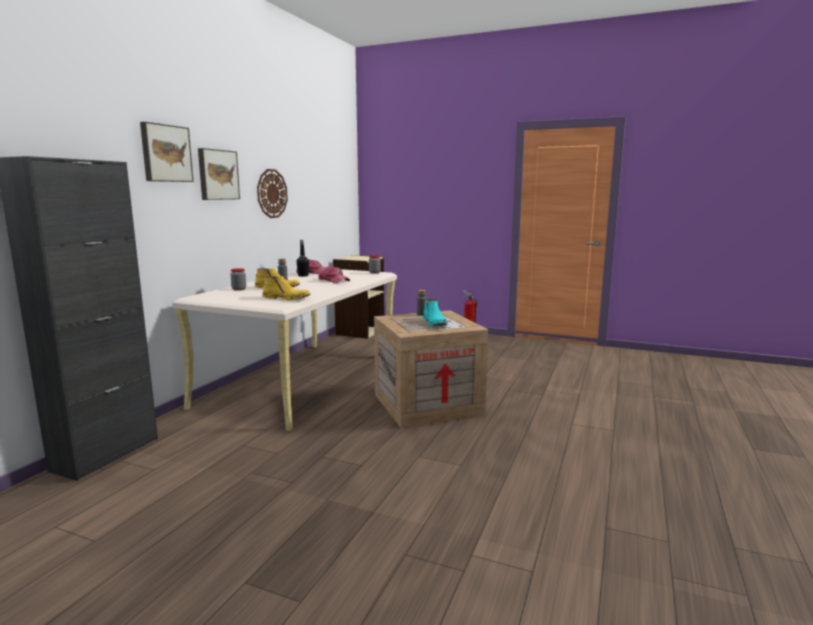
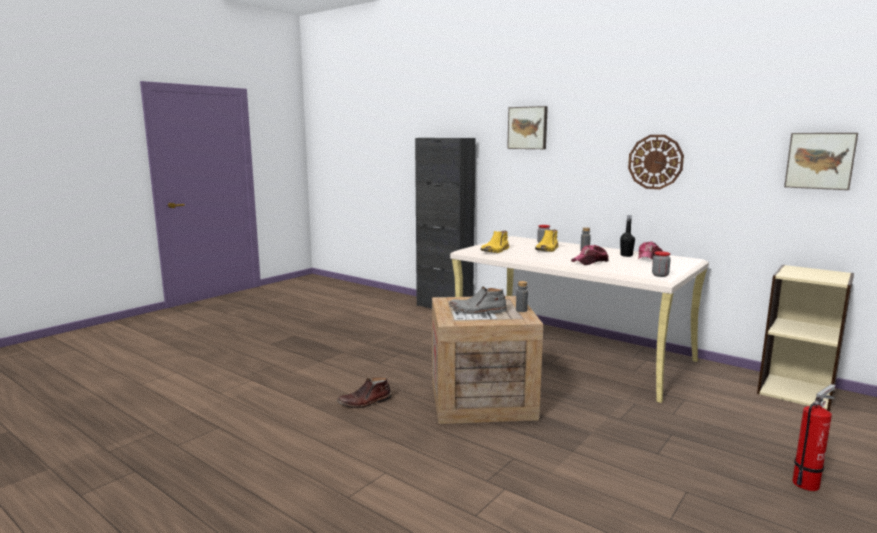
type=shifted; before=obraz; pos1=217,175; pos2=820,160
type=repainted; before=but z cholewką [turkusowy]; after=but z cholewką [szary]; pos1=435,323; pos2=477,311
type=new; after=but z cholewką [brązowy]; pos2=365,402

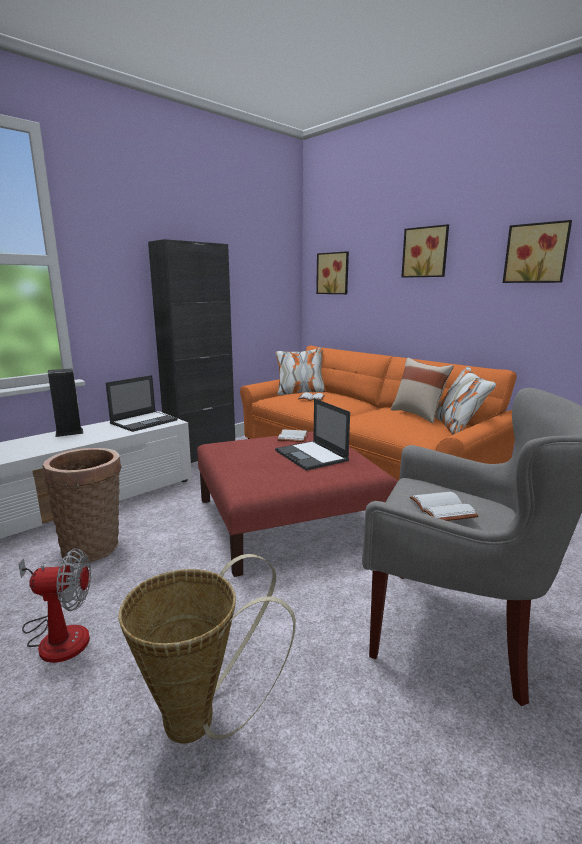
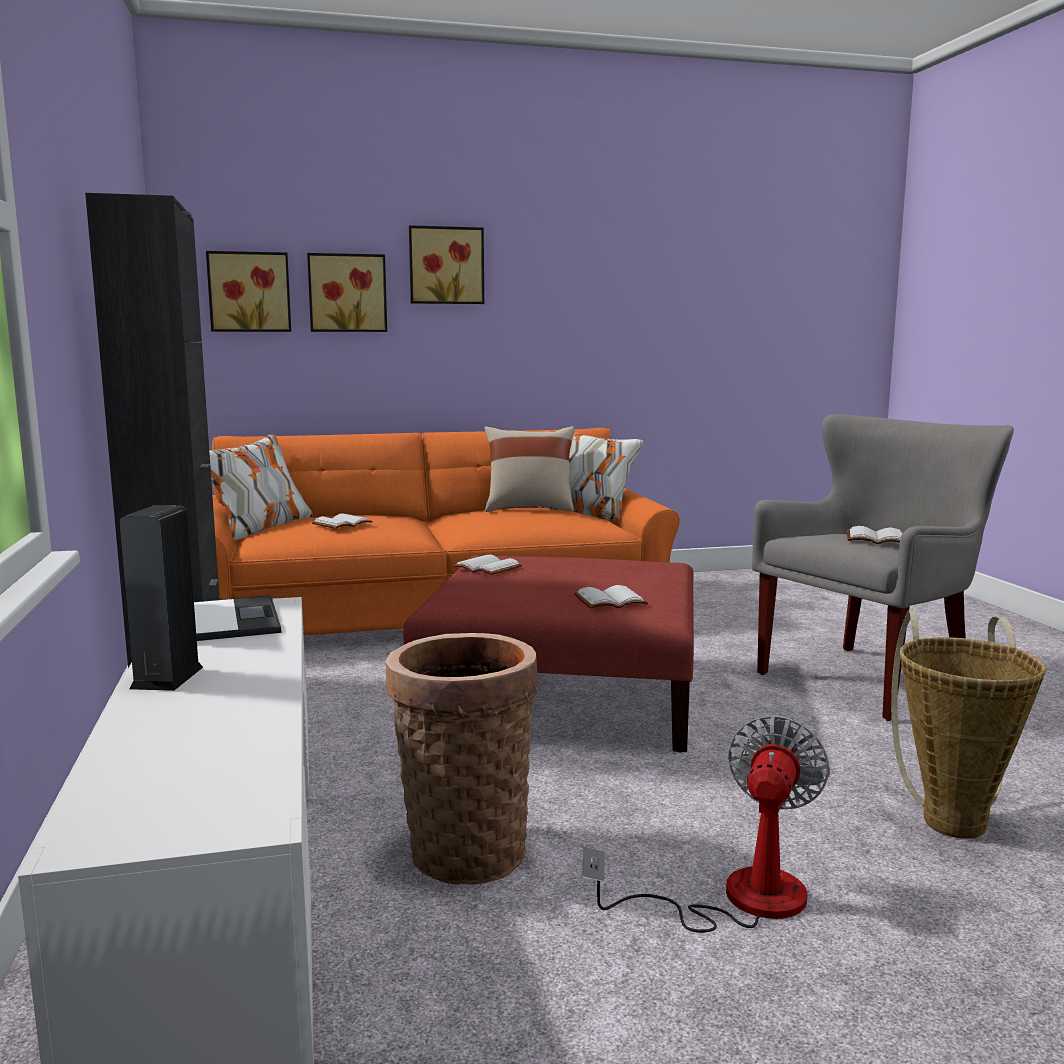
type=shifted; before=obraz; pos1=536,253; pos2=347,293
type=gone; before=laptop; pos1=311,456
type=new; after=książka [biały]; pos2=609,601

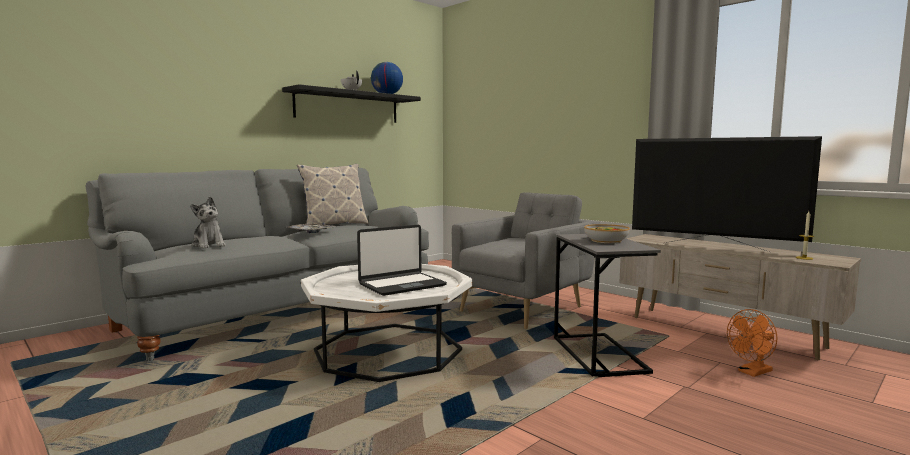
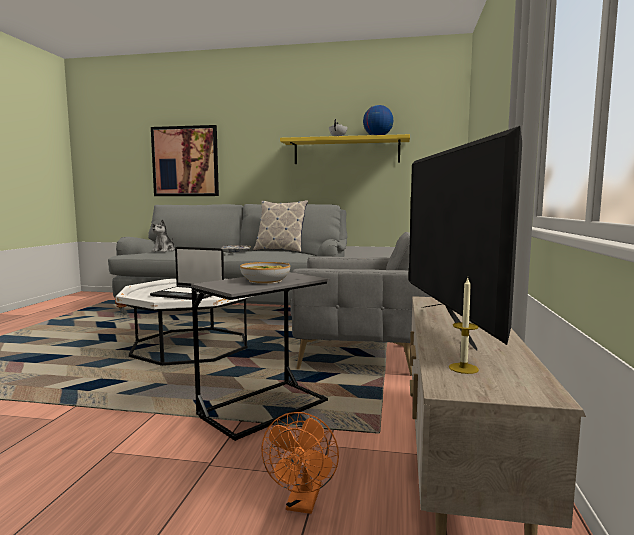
type=repainted; before=półka [czarny]; after=półka [żółty]; pos1=348,107; pos2=346,151
type=rotated; before=wentylator [pomarańczowy]; pos1=752,372; pos2=302,504; turn=-105
type=new; after=obraz; pos2=185,161

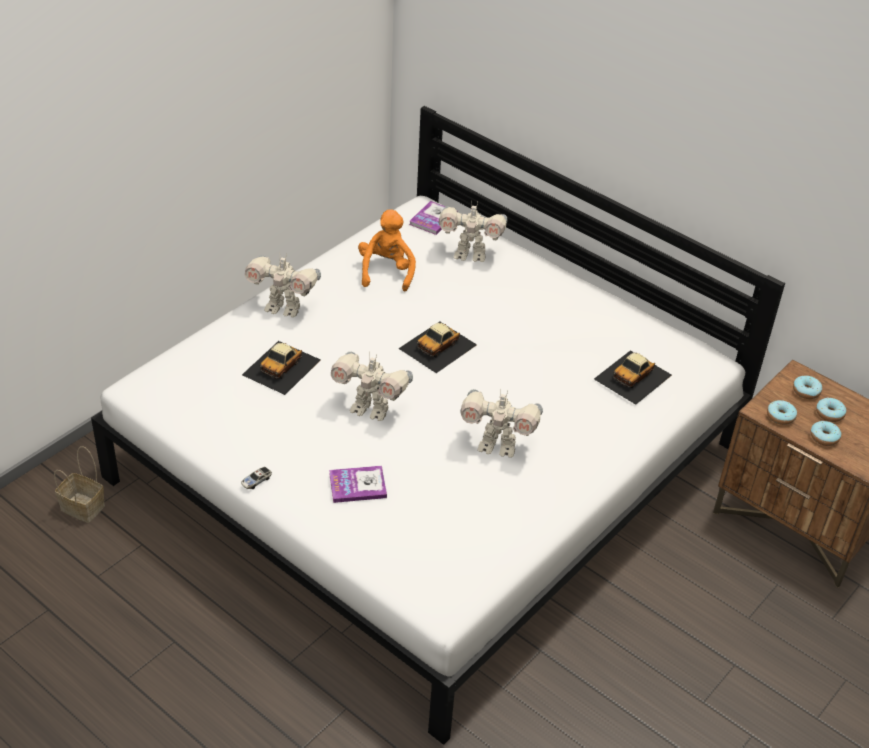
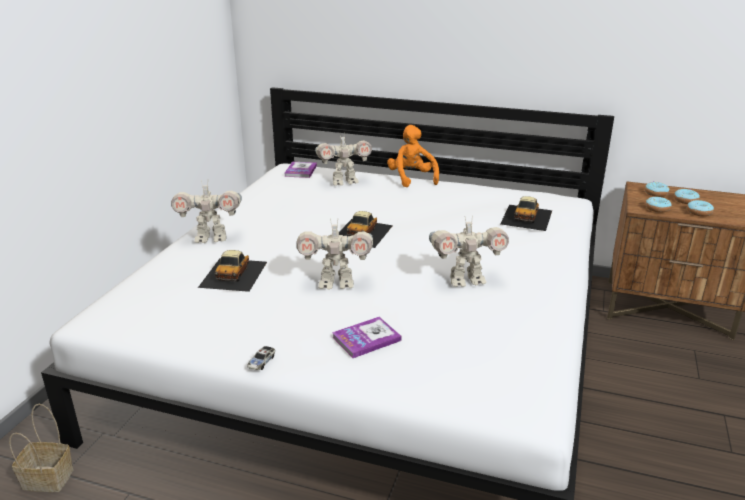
type=shifted; before=pluszak [pomarańczowy]; pos1=386,271; pos2=411,179

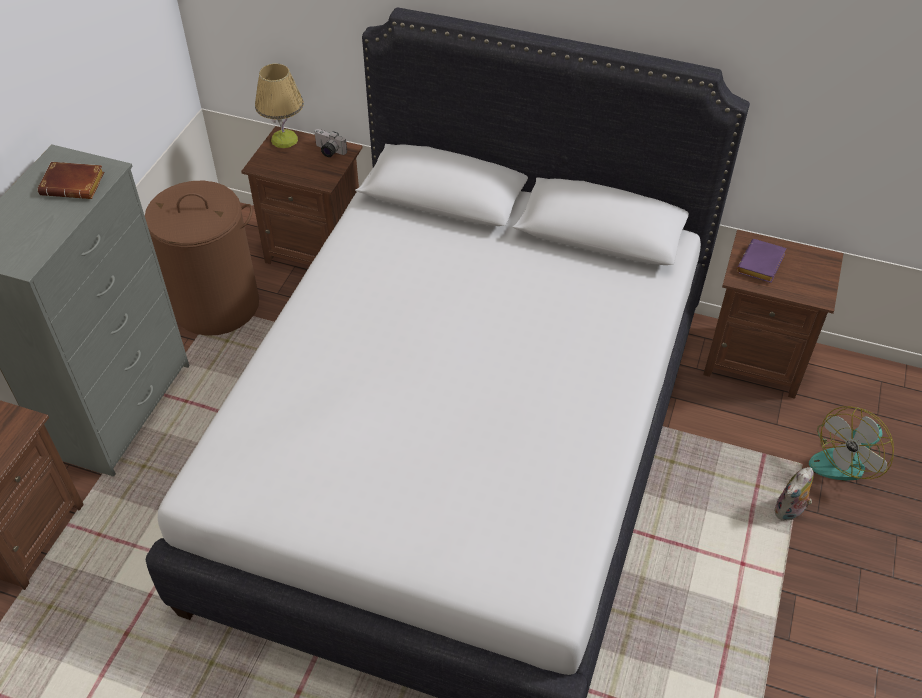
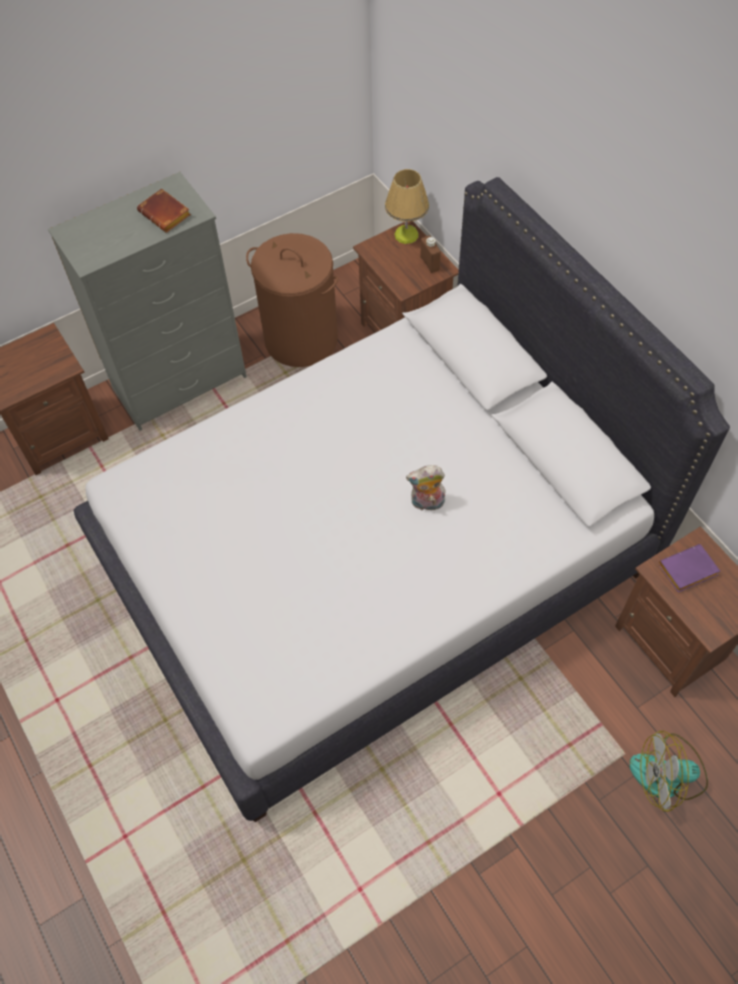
type=swapped; before=aparat fotograficzny; after=butelka [brązowy]; pos1=328,151; pos2=430,263
type=shifted; before=pluszak; pos1=789,512; pos2=427,503

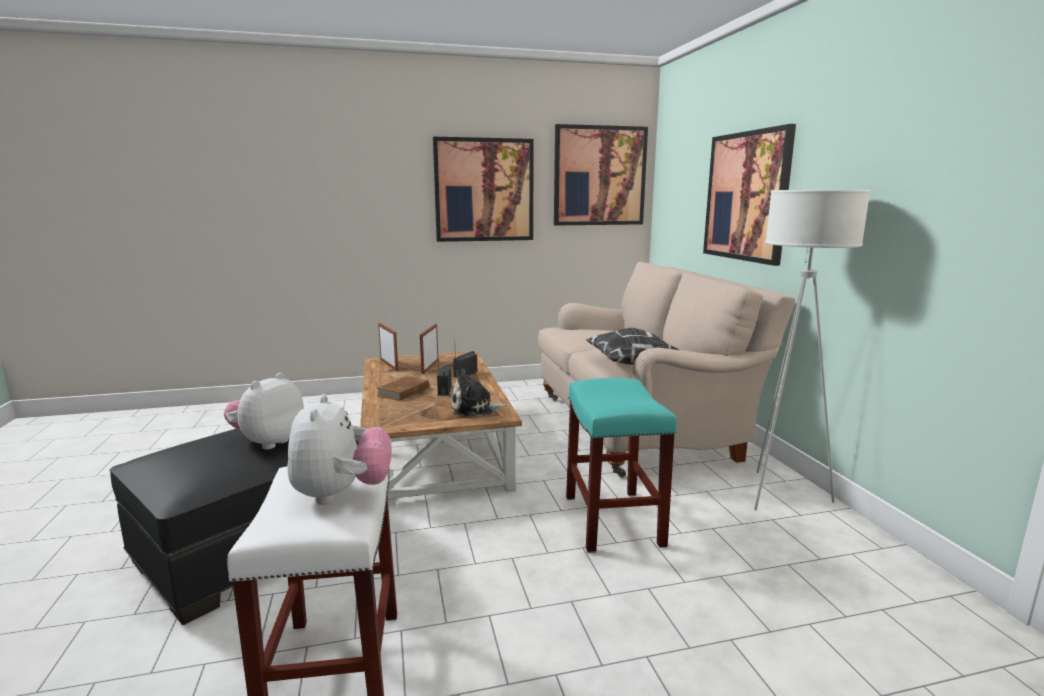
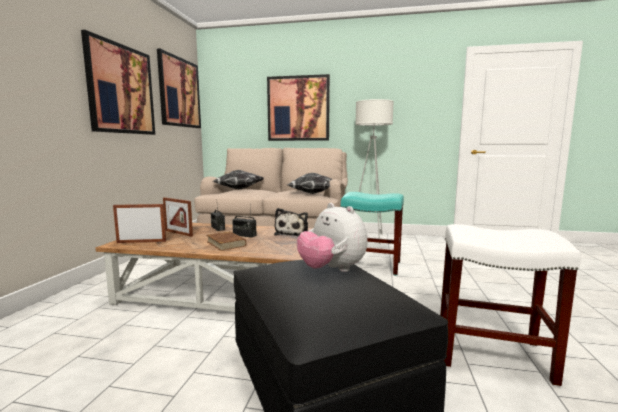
type=gone; before=pluszak; pos1=341,494
type=new; after=poduszka; pos2=238,189

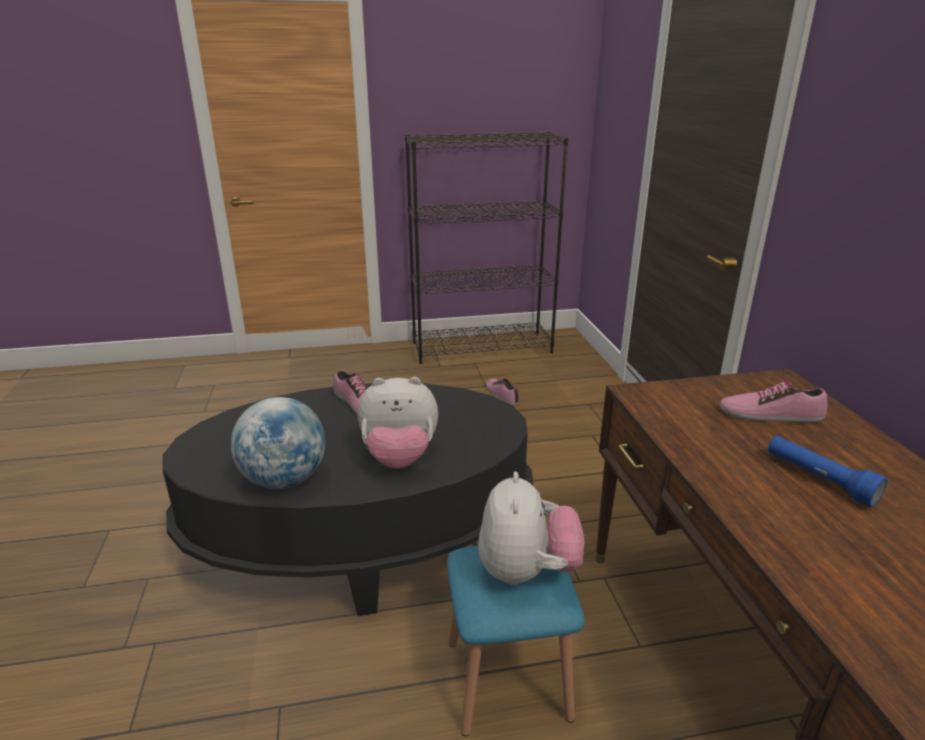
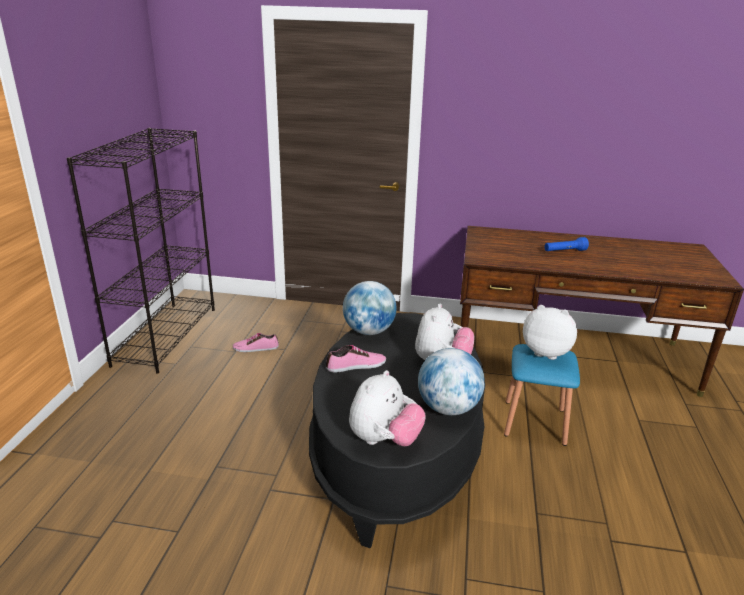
type=gone; before=but; pos1=770,414
type=new; after=globus; pos2=368,331
type=new; after=pluszak; pos2=384,440

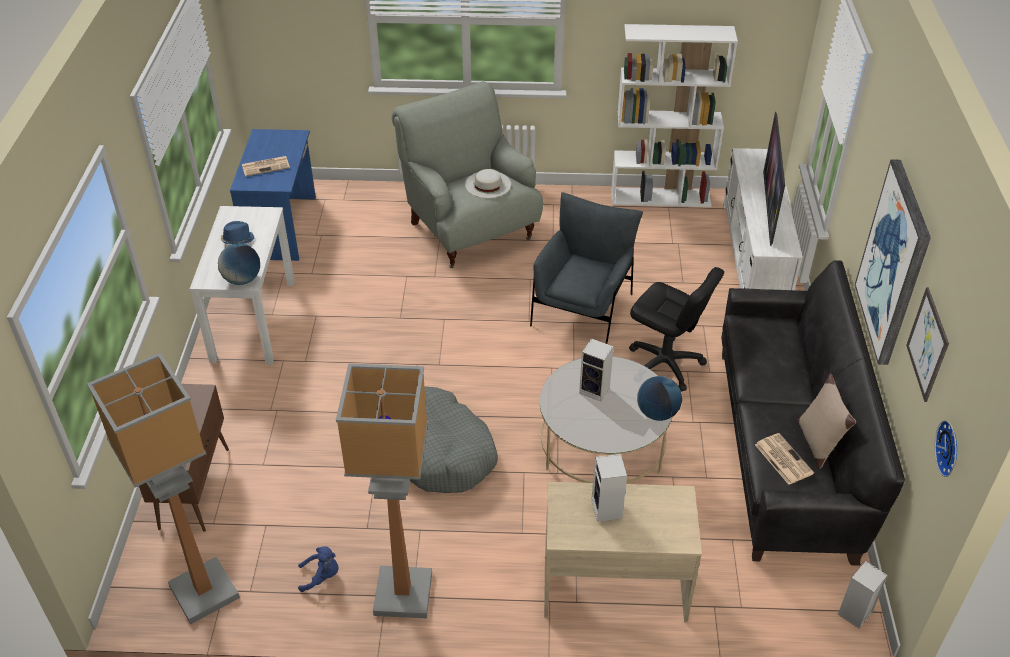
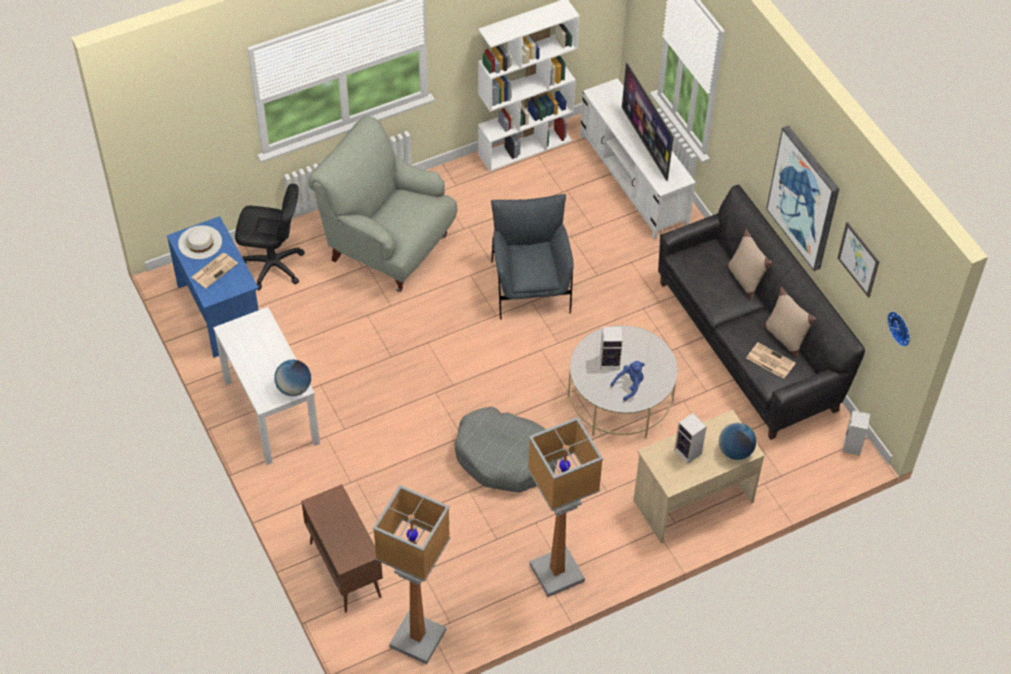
type=shifted; before=kapelusz [biały]; pos1=488,184; pos2=200,242
type=gone; before=kapelusz [niebieski]; pos1=237,240
type=shifted; before=krzesło biurowe [czarny]; pos1=665,364; pos2=273,266
type=shifted; before=globus; pos1=657,413; pos2=735,451
type=shifted; before=pluszak [niebieski]; pos1=321,576; pos2=629,385
type=new; after=poduszka [beżowy]; pos2=744,279

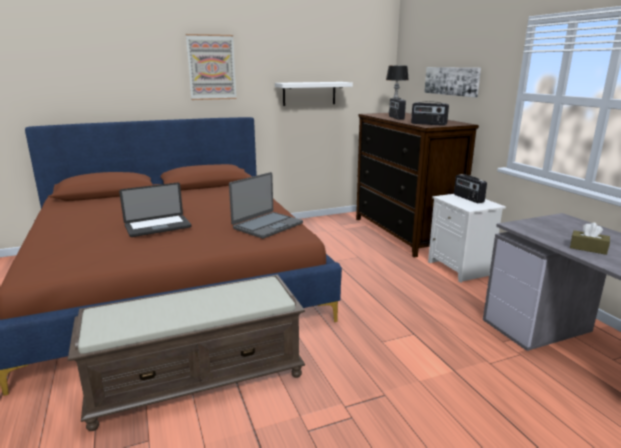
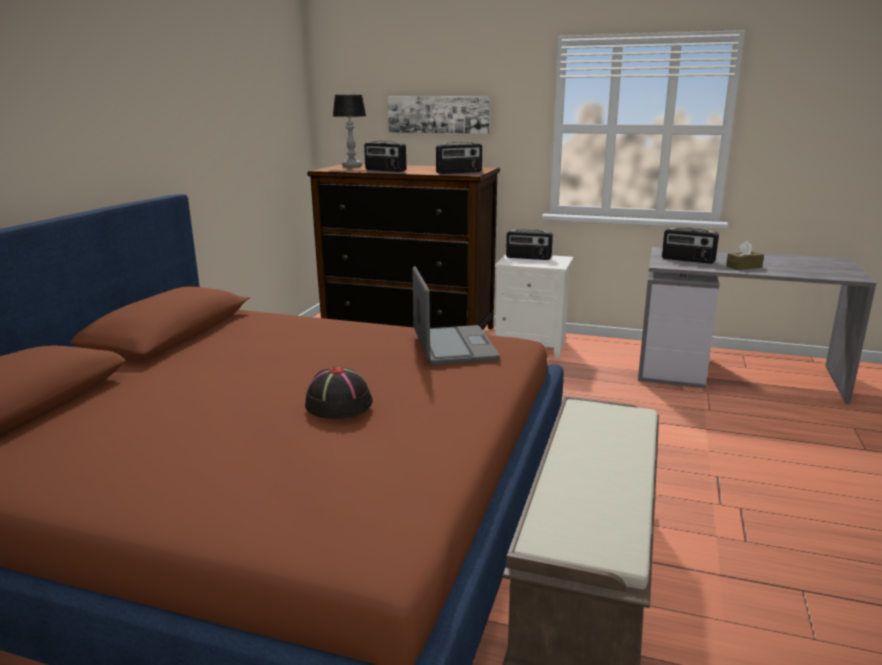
type=gone; before=obraz; pos1=211,67
type=gone; before=półka [biały]; pos1=309,93
type=swapped; before=laptop; after=kapelusz [czarny]; pos1=158,227; pos2=338,404
type=new; after=radio; pos2=688,260

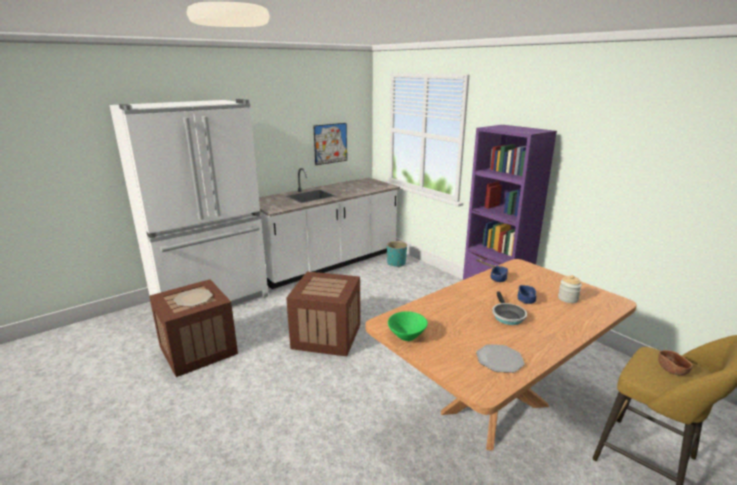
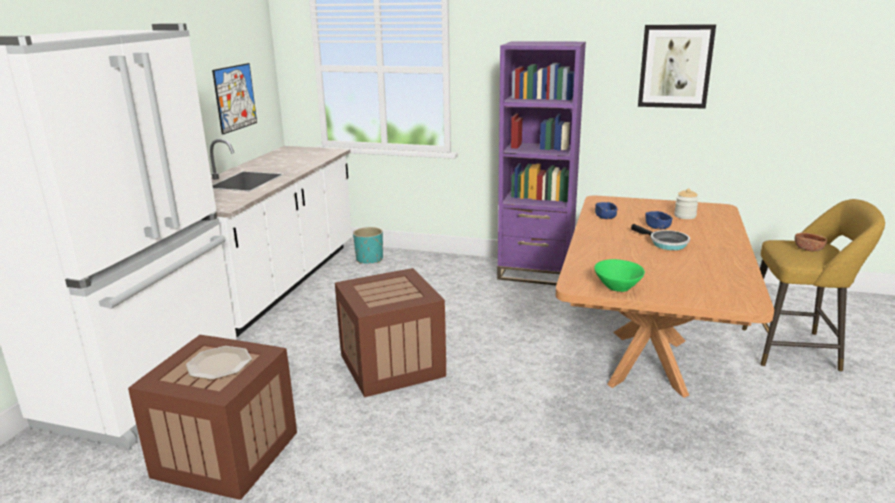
type=gone; before=talerz; pos1=499,359
type=new; after=obraz; pos2=675,66

